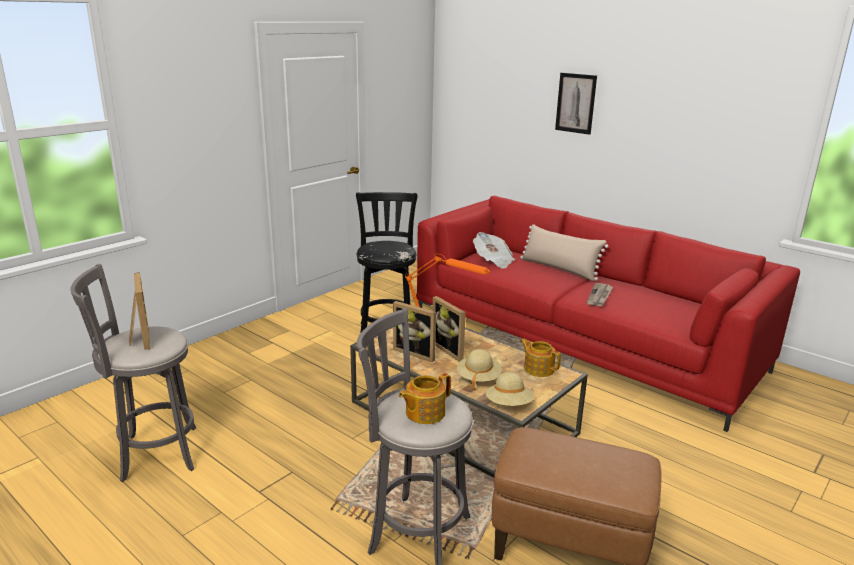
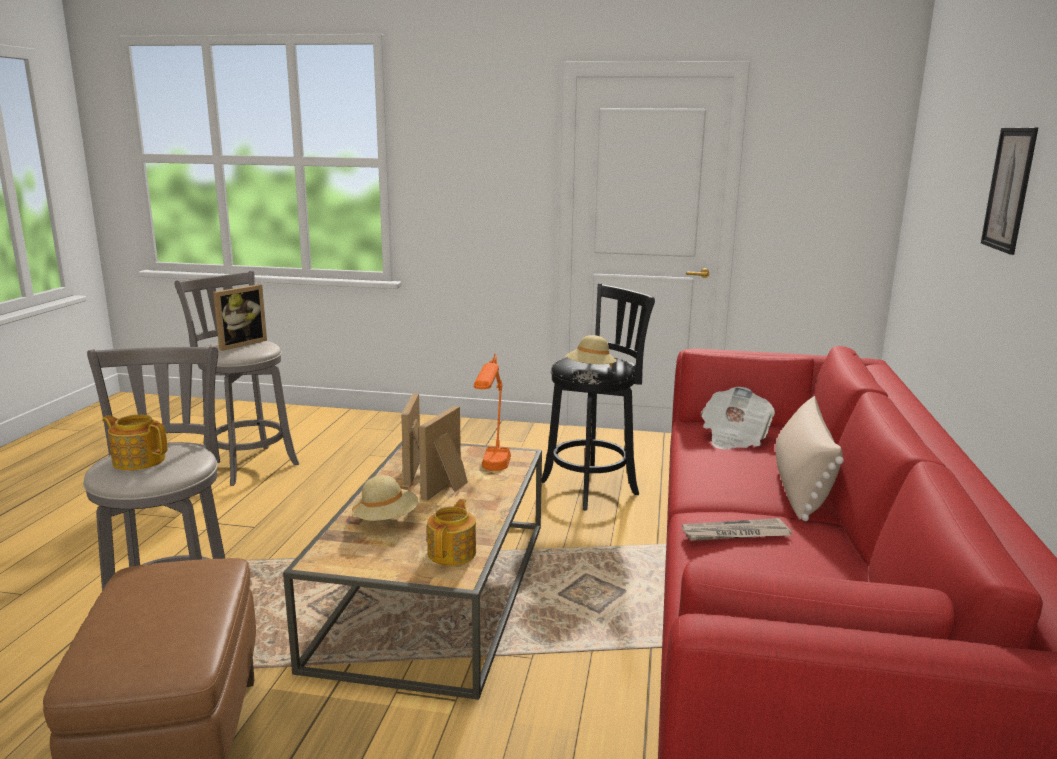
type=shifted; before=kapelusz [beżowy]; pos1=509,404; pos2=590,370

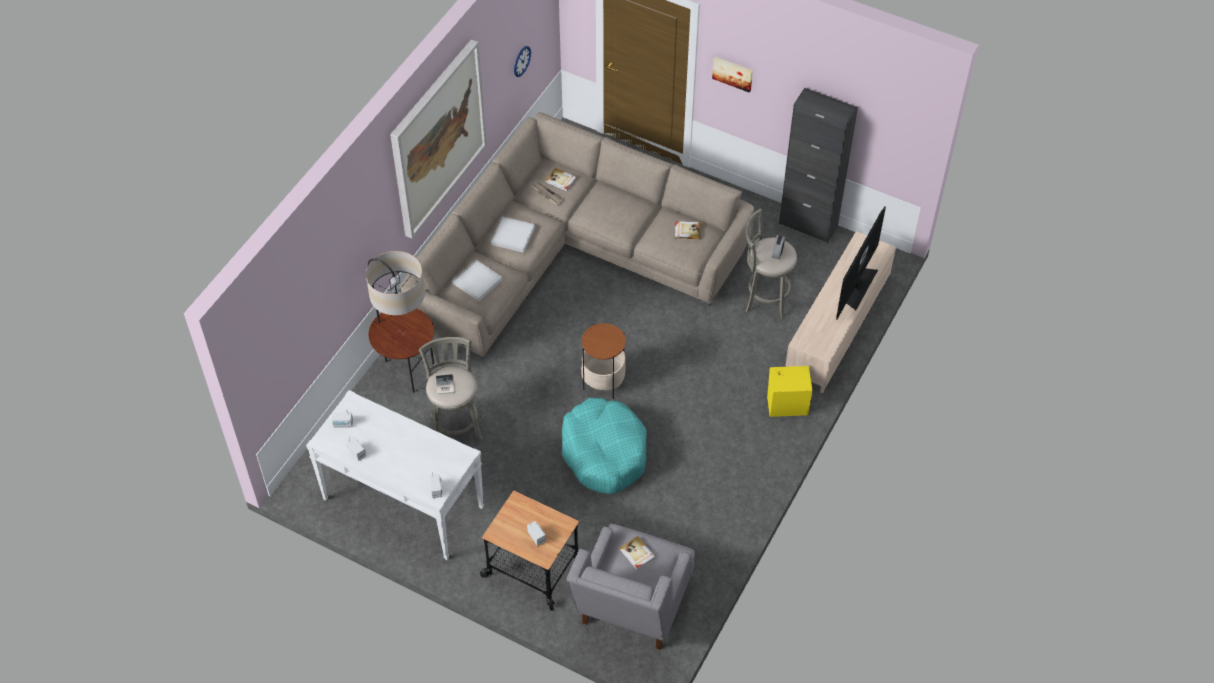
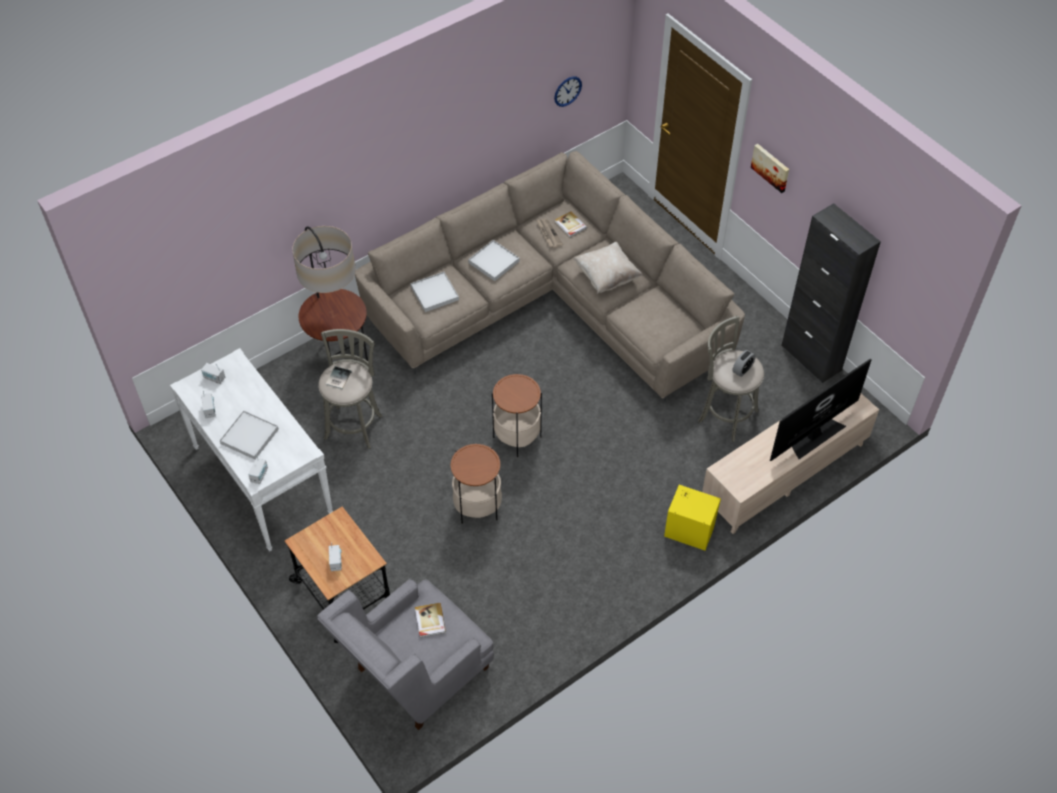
type=gone; before=obraz; pos1=437,138
type=gone; before=książka; pos1=687,231
type=swapped; before=legowisko [turkusowy]; after=stolik; pos1=604,452; pos2=478,507
type=new; after=poduszka [beżowy]; pos2=606,277
type=new; after=taca [biały]; pos2=249,436

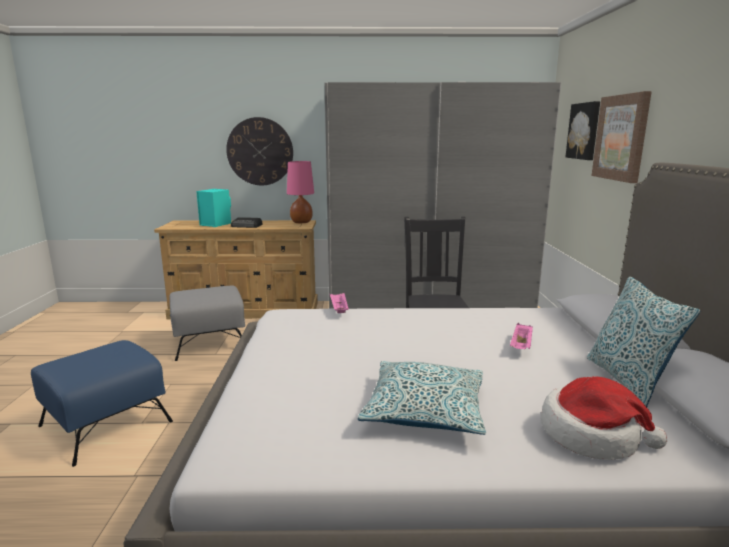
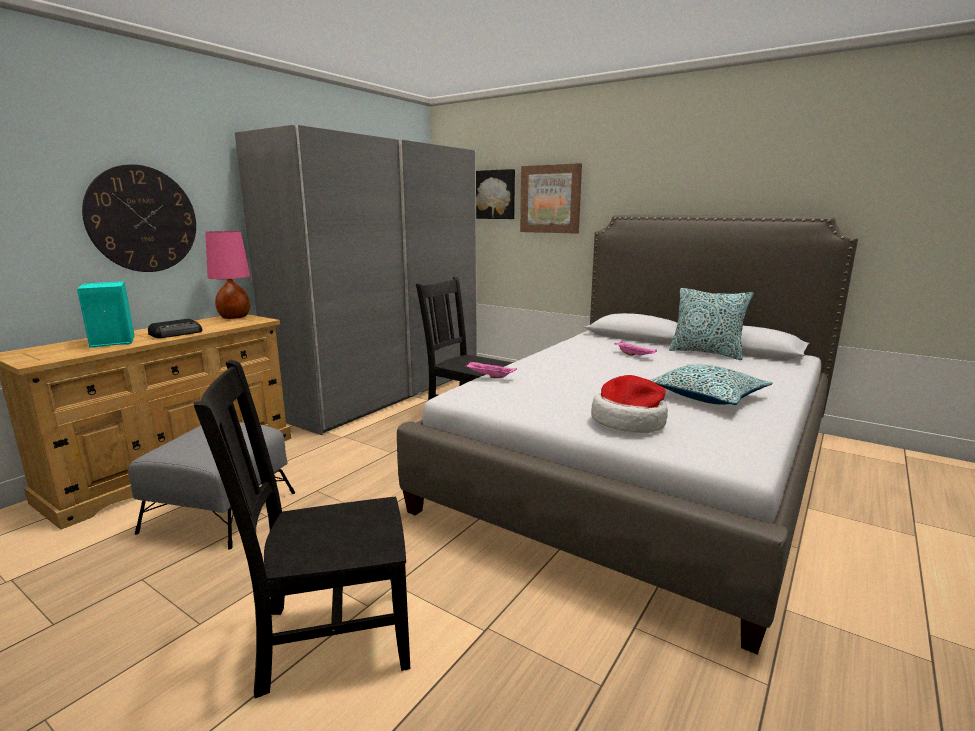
type=swapped; before=pufa [niebieski]; after=krzesło [czarny]; pos1=107,423; pos2=329,638
type=shifted; before=kapelusz; pos1=592,435; pos2=629,422

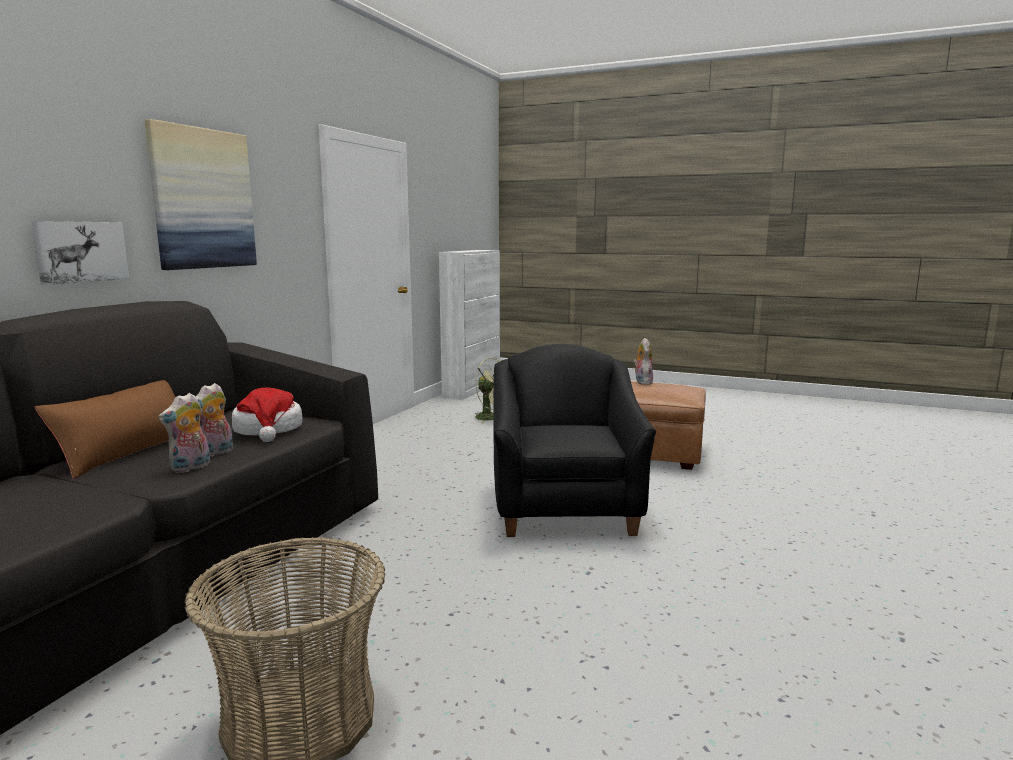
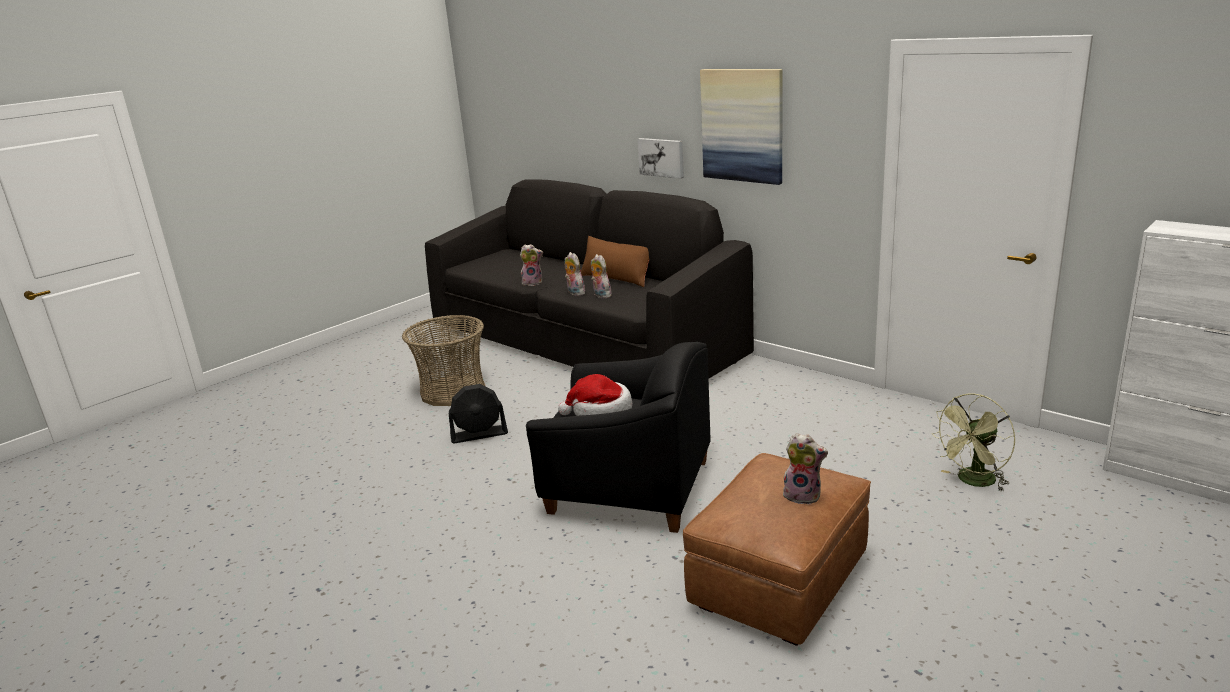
type=shifted; before=kapelusz; pos1=268,429; pos2=600,412
type=new; after=pluszak; pos2=533,283
type=new; after=wentylator [czarny]; pos2=479,434

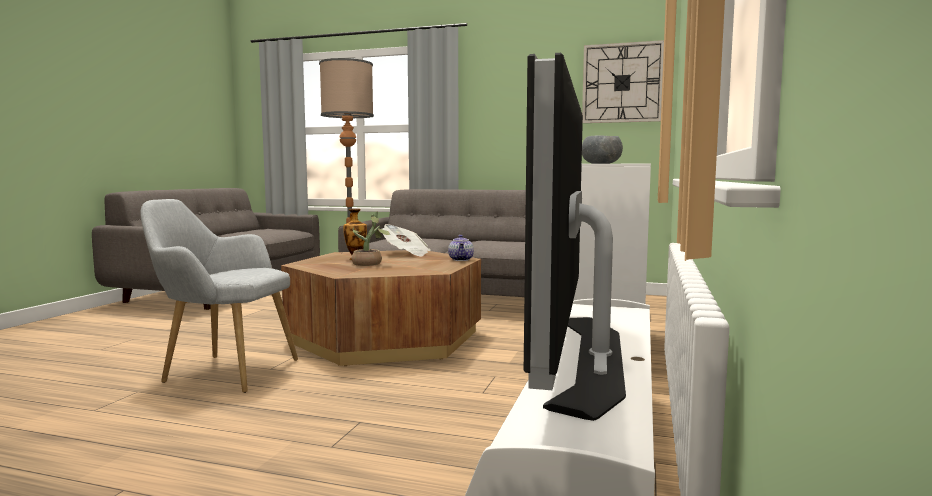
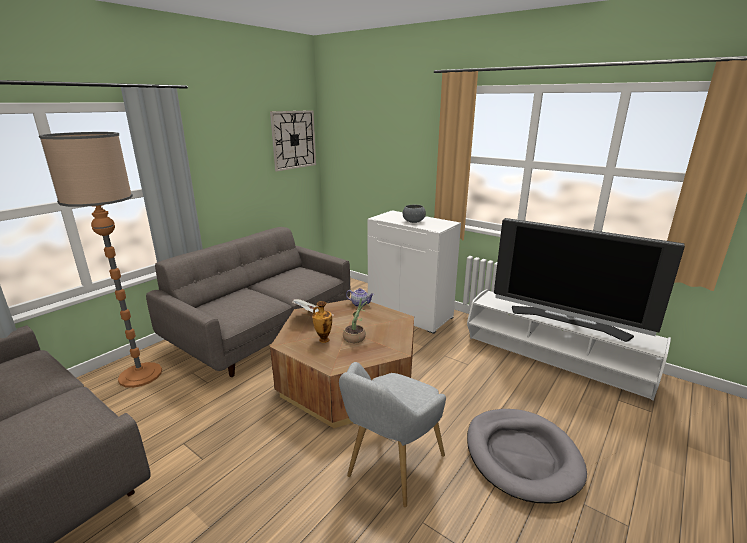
type=new; after=legowisko [szary]; pos2=522,456

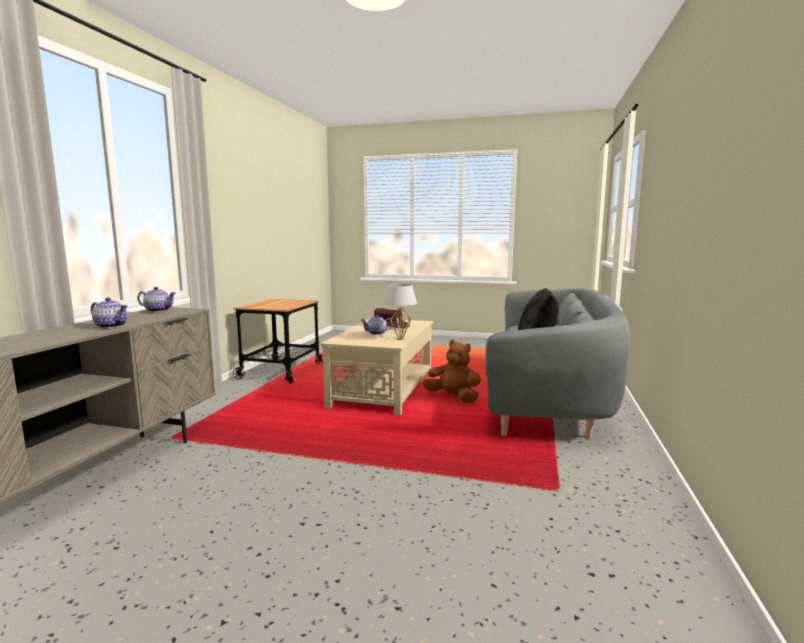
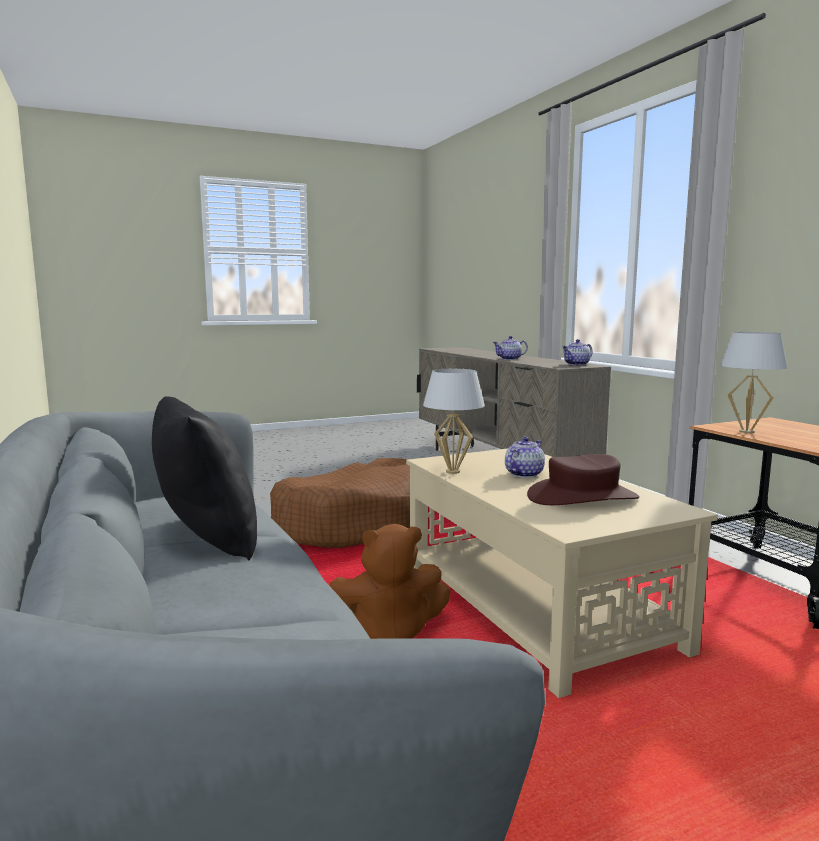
type=new; after=lampa stołowa [biały]; pos2=746,431
type=new; after=legowisko [brązowy]; pos2=352,523

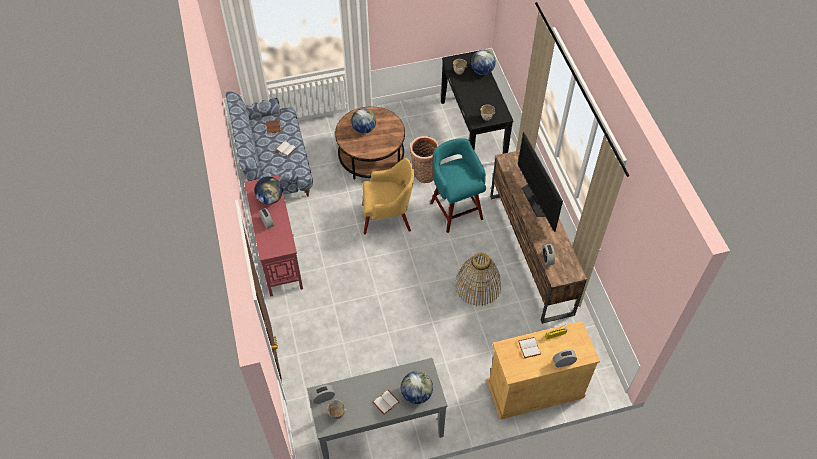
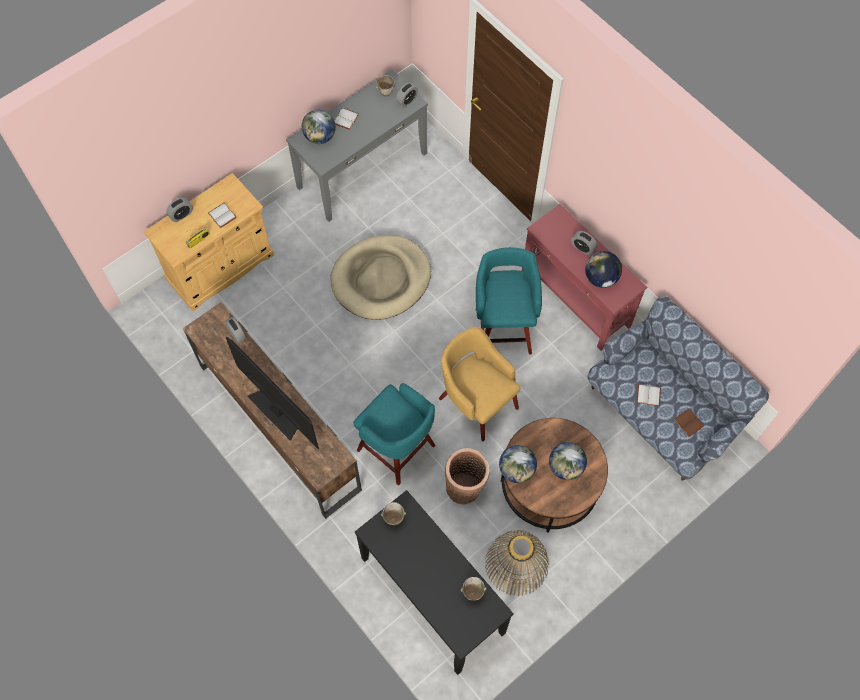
type=shifted; before=globus; pos1=482,71; pos2=516,470
type=rotated; before=fotel [żółty]; pos1=388,217; pos2=476,401; turn=75
type=shifted; before=koszyk; pos1=477,286; pos2=516,564
type=new; after=legowisko [beżowy]; pos2=381,279
type=new; after=stołek [turkusowy]; pos2=503,328

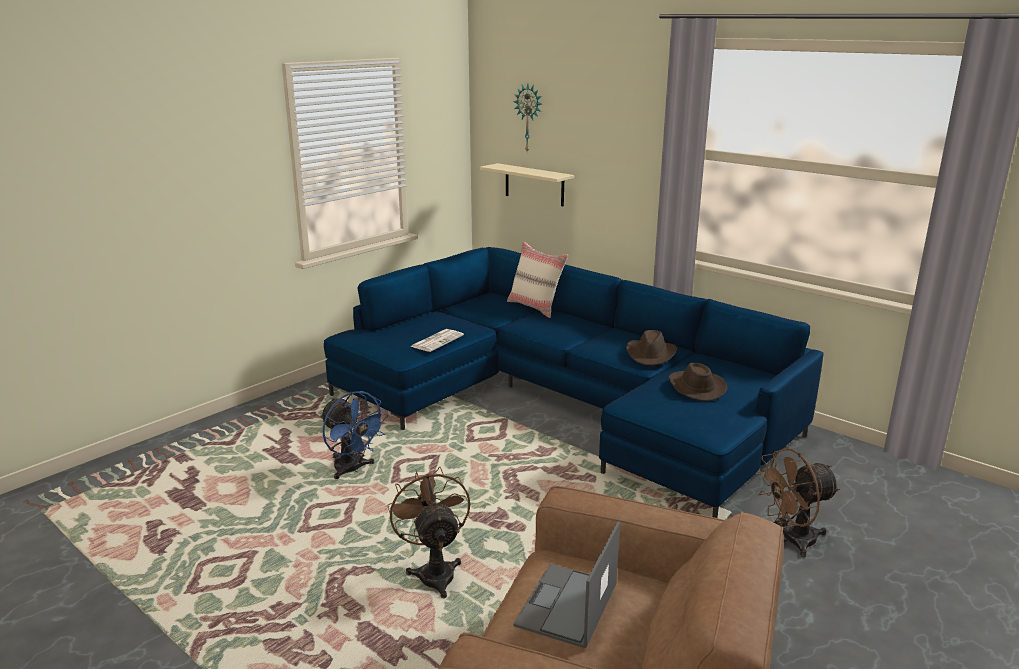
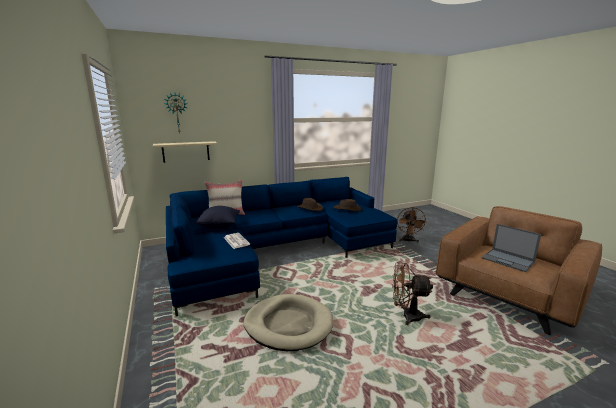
type=swapped; before=wentylator [niebieski]; after=legowisko [beżowy]; pos1=352,470; pos2=288,324
type=new; after=poduszka [czarny]; pos2=219,226

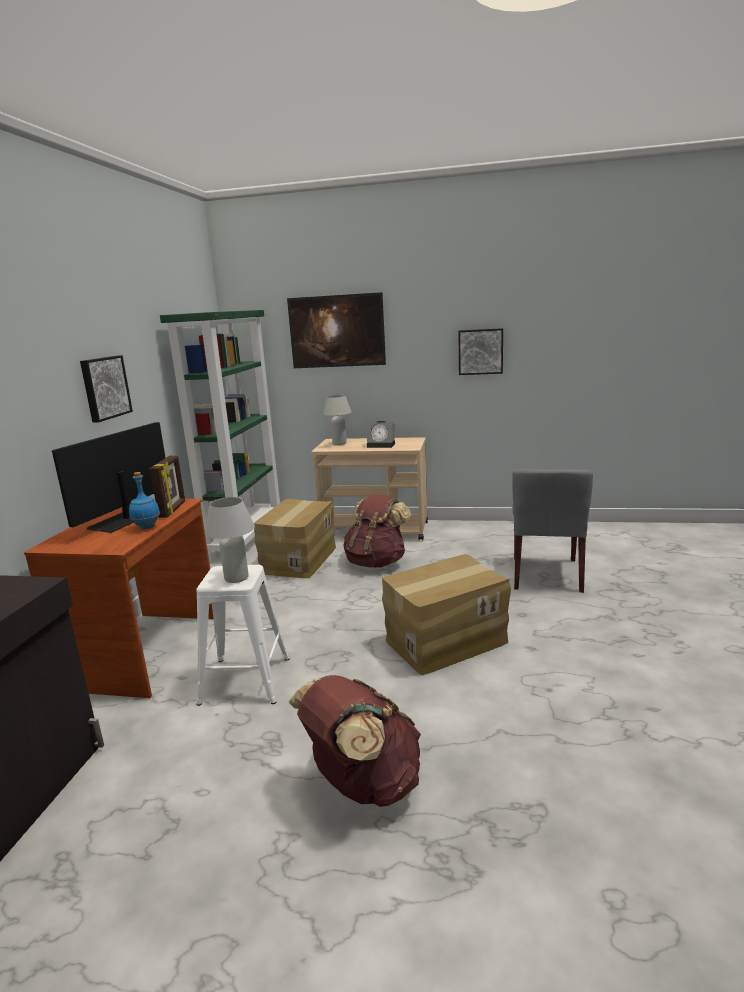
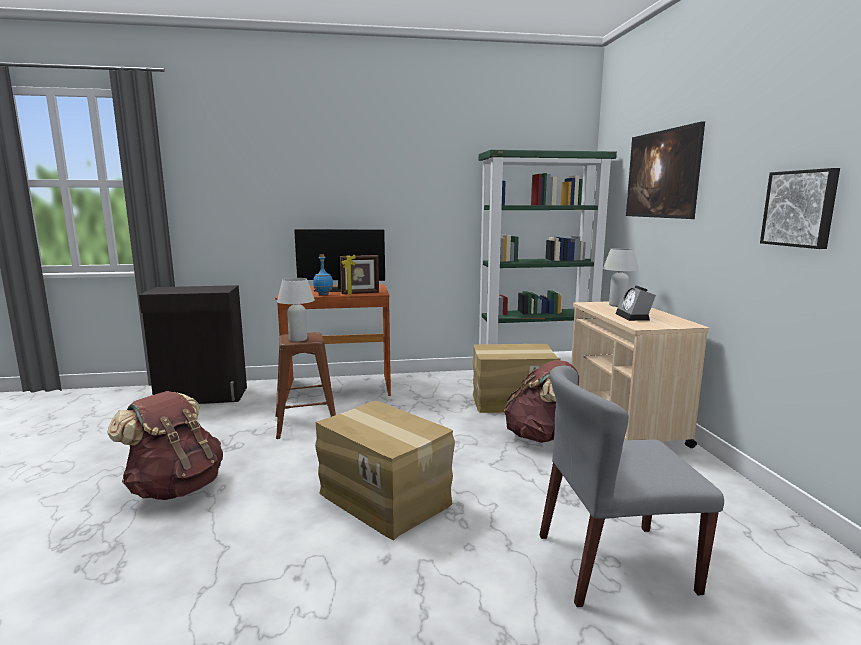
type=gone; before=obraz; pos1=104,388
type=repainted; before=stołek [biały]; after=stołek [brązowy]; pos1=246,680; pos2=305,423

